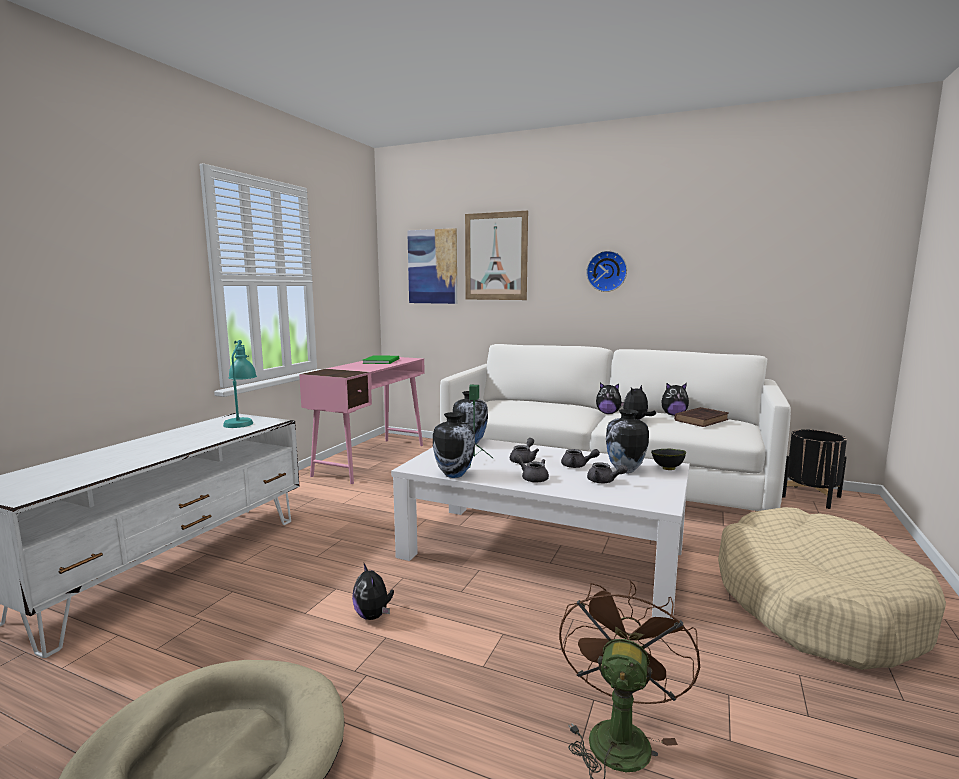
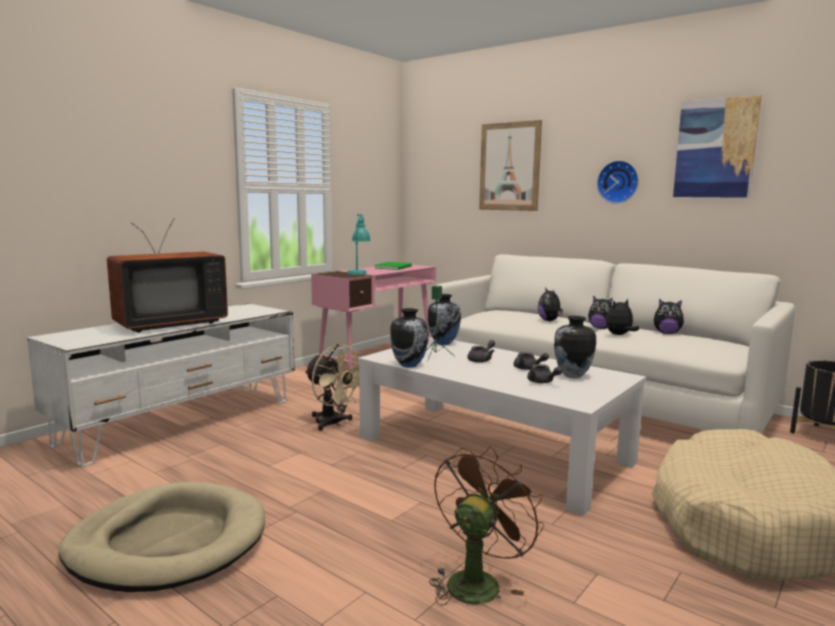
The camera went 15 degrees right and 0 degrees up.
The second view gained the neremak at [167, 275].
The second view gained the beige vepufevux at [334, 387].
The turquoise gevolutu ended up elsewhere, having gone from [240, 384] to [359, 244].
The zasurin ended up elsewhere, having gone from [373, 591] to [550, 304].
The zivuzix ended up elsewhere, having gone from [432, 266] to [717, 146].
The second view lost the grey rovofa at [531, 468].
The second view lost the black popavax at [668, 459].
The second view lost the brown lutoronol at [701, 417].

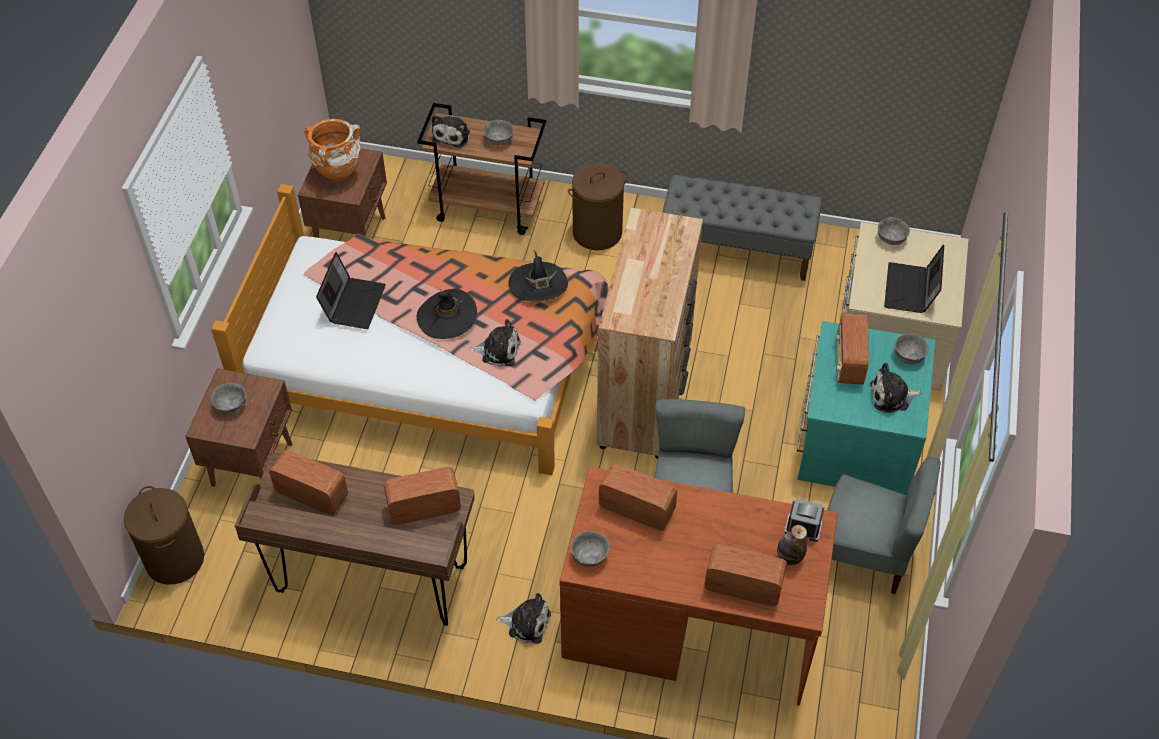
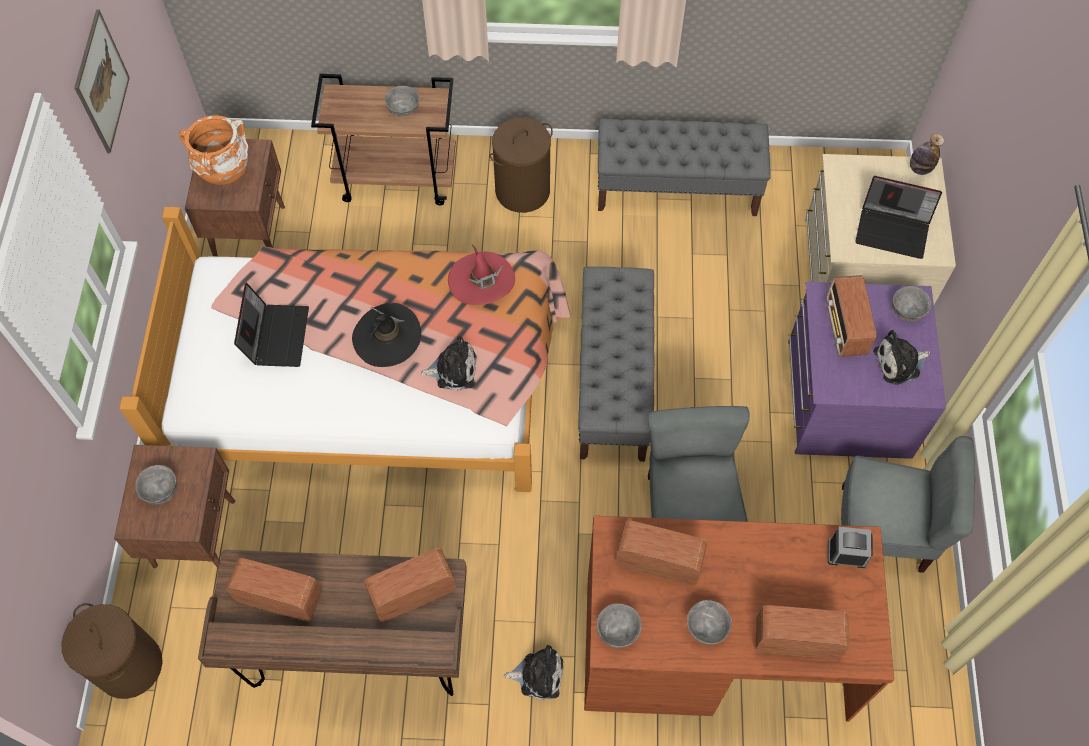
The camera went 10 degrees left and 10 degrees up.
The second view gained the zivuzix at [102, 81].
What was the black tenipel at [538, 276] turned into the red tenipel at [481, 275].
Where the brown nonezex stood at [650, 333], the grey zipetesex came to stand at [616, 364].
The grey popavax ended up elsewhere, having gone from [894, 231] to [709, 622].
What was the turquoise nonezex at [866, 408] turned into the purple nonezex at [867, 370].
The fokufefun at [914, 278] ended up facing another way, 75 degrees counterclockwise from before.
The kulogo ended up elsewhere, having gone from [792, 545] to [927, 154].
The second view lost the zasurin at [451, 131].

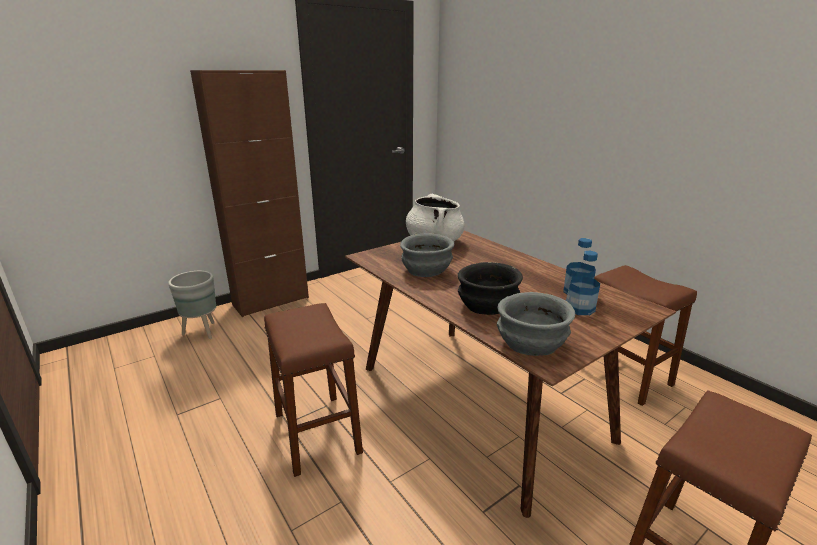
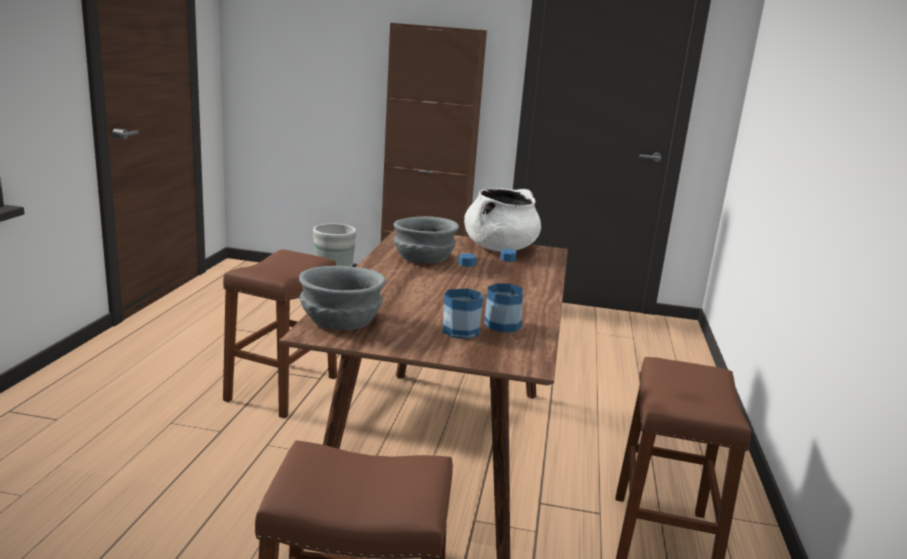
The camera went 45 degrees right and 5 degrees down.
The second view lost the black popavax at [490, 288].

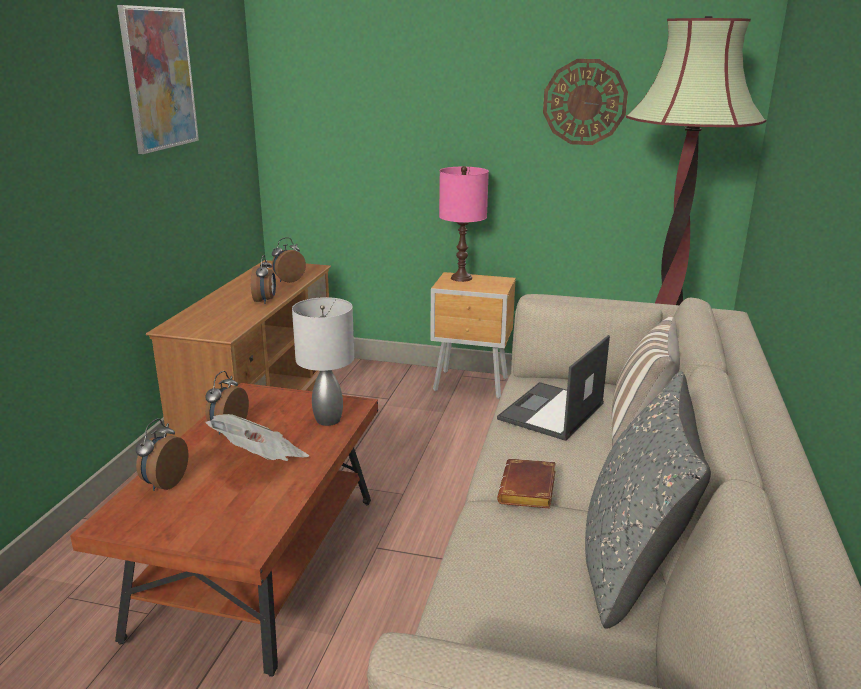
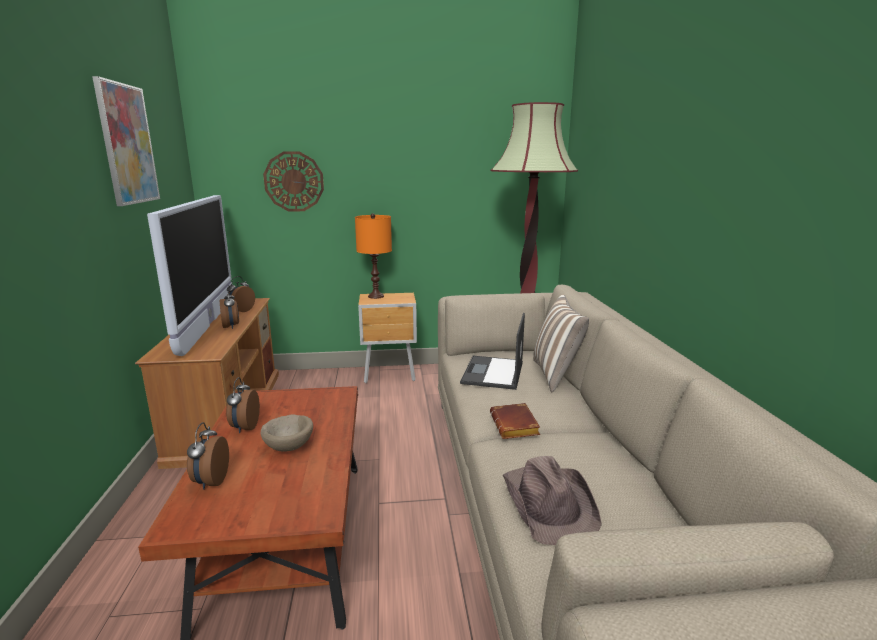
The camera went 20 degrees left and 5 degrees down.
The second view gained the neremak at [189, 275].
Where the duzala stood at [257, 437], the beige popavax came to stand at [287, 433].
The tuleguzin ended up elsewhere, having gone from [585, 102] to [293, 181].
What was the pink gevolutu at [464, 224] turned into the orange gevolutu at [373, 256].
The second view gained the brown tenipel at [552, 500].
The second view lost the grey gevolutu at [323, 361].
The second view lost the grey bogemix at [648, 500].

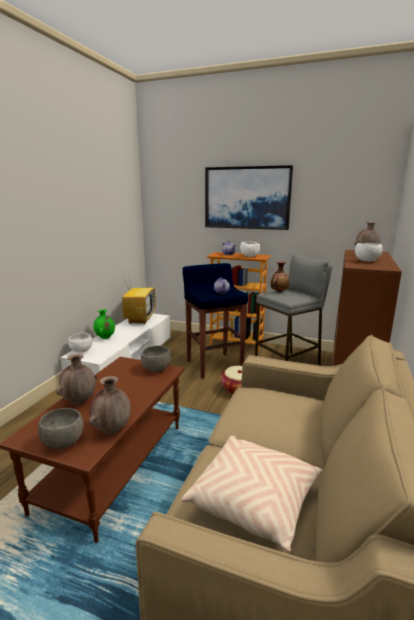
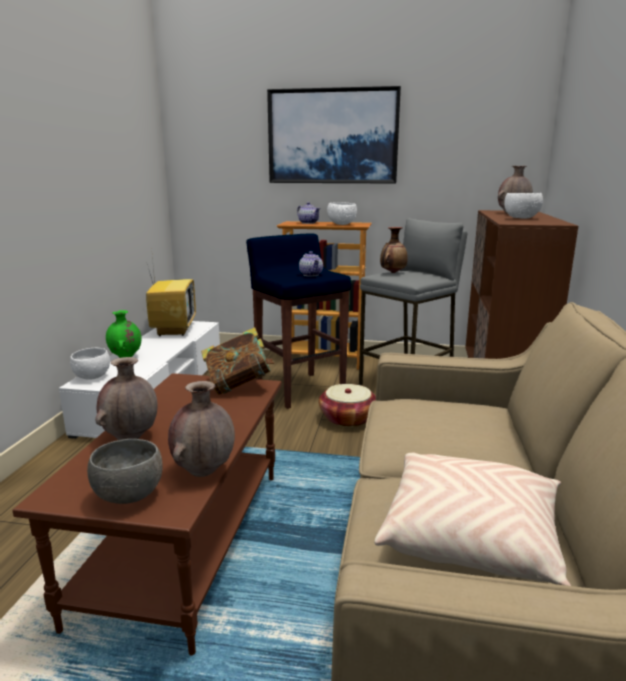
The camera went 10 degrees left and 0 degrees up.
Where the grey popavax stood at [156, 359], the lutoronol came to stand at [238, 361].

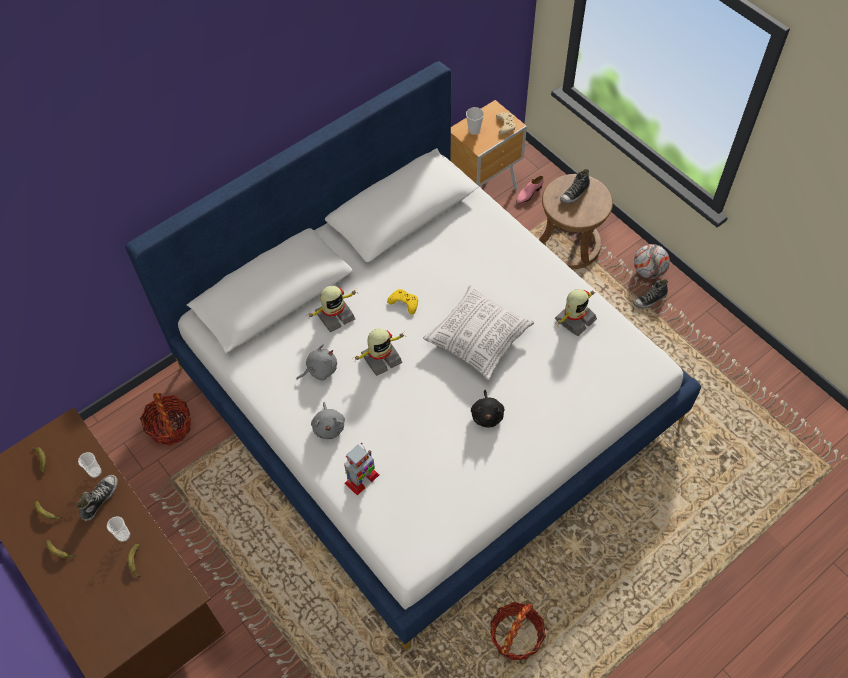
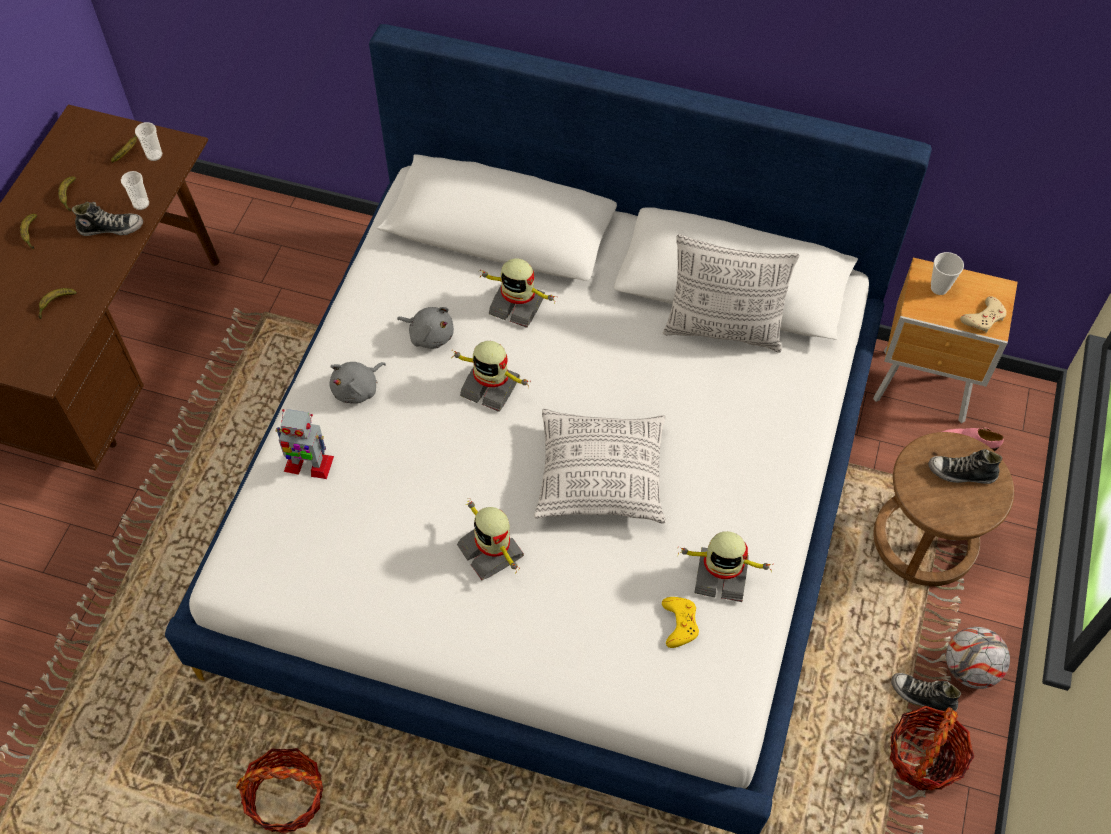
The camera went 55 degrees right and 0 degrees up.
The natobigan ended up elsewhere, having gone from [118, 529] to [148, 141].
Where the black zasurin stood at [488, 409], the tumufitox came to stand at [490, 539].
The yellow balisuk ended up elsewhere, having gone from [402, 302] to [680, 622].
The second view gained the bogemix at [731, 293].
The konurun ended up elsewhere, having gone from [165, 419] to [932, 748].

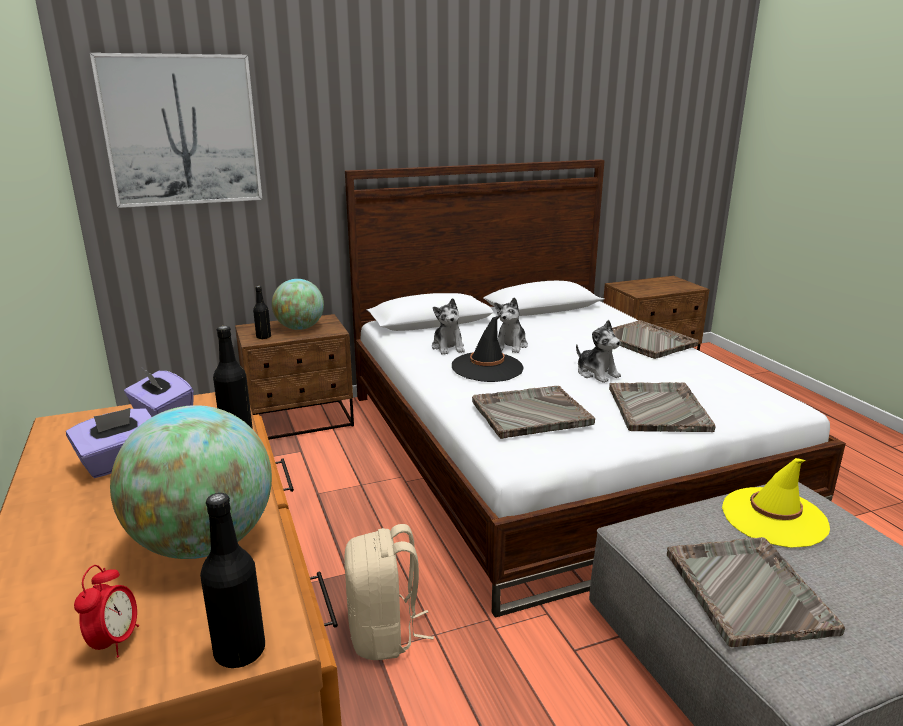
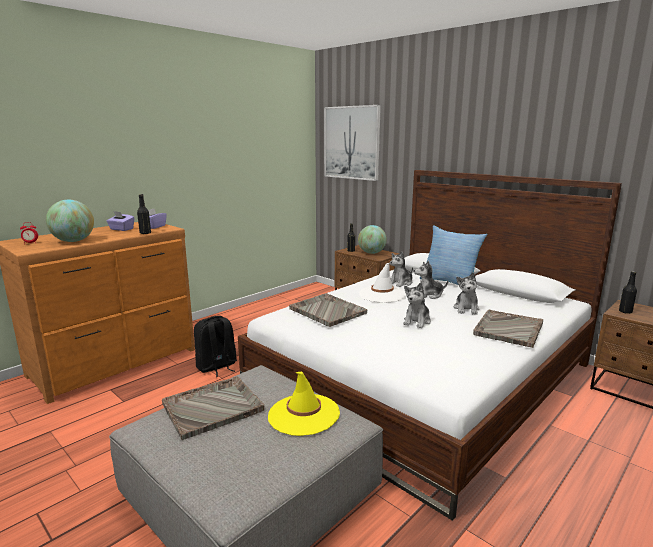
The camera went 65 degrees right and 5 degrees down.
What was the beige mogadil at [389, 592] turned into the black mogadil at [215, 346].
What was the black tenipel at [488, 348] turned into the white tenipel at [382, 283].
The second view gained the bogemix at [453, 255].
The second view gained the zasurin at [467, 293].
The black kulogo ended up elsewhere, having gone from [232, 580] to [628, 292].
The second view lost the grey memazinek at [662, 407].

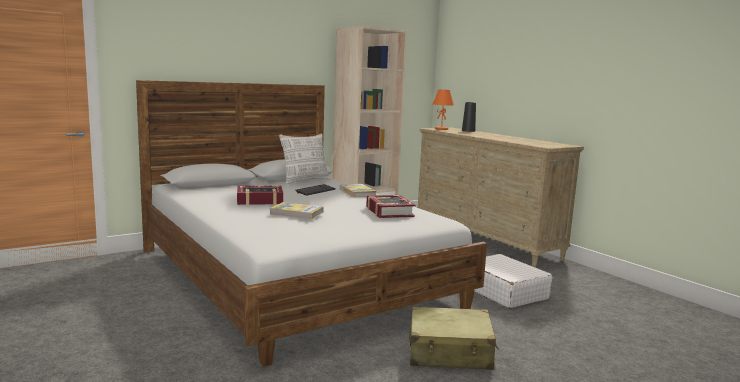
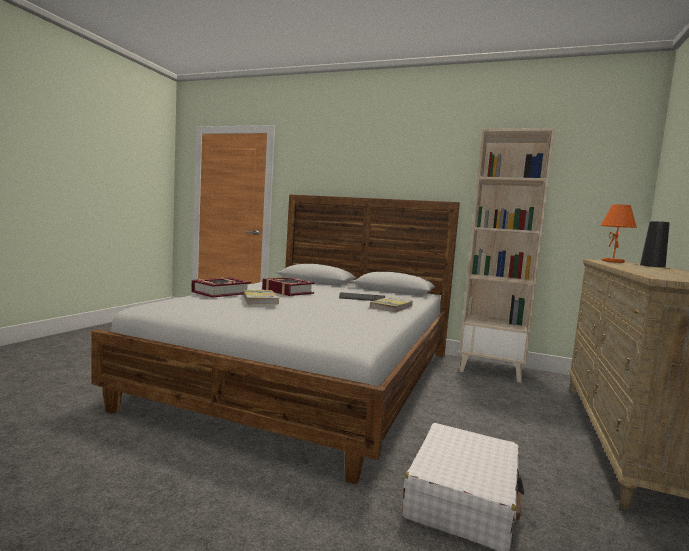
The camera went 55 degrees right and 5 degrees down.
The lutoronol ended up elsewhere, having gone from [390, 206] to [221, 287].
The second view lost the bogemix at [304, 159].
The second view lost the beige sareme at [454, 338].

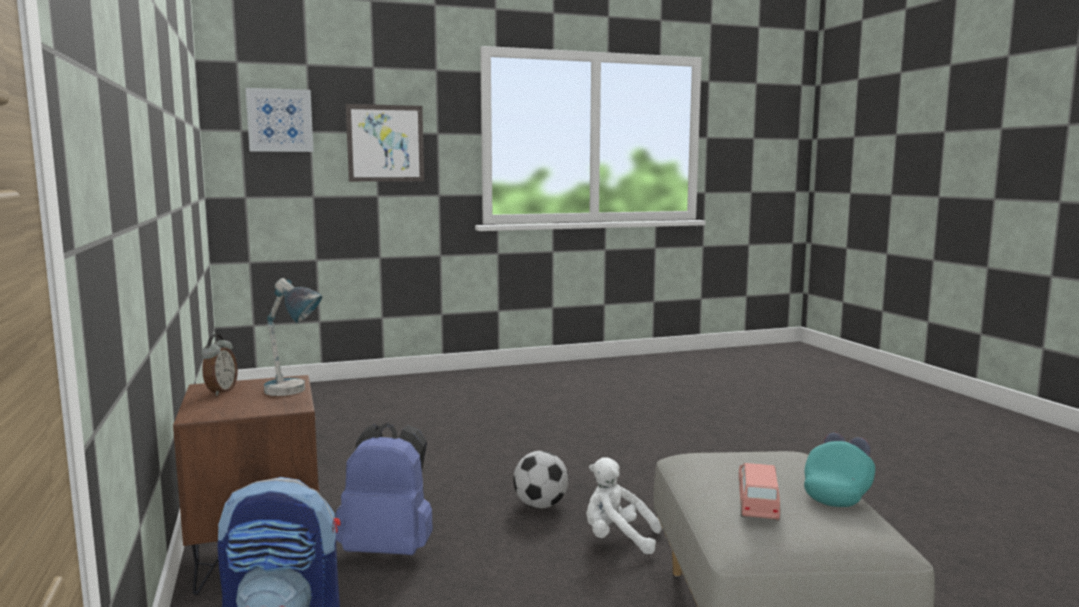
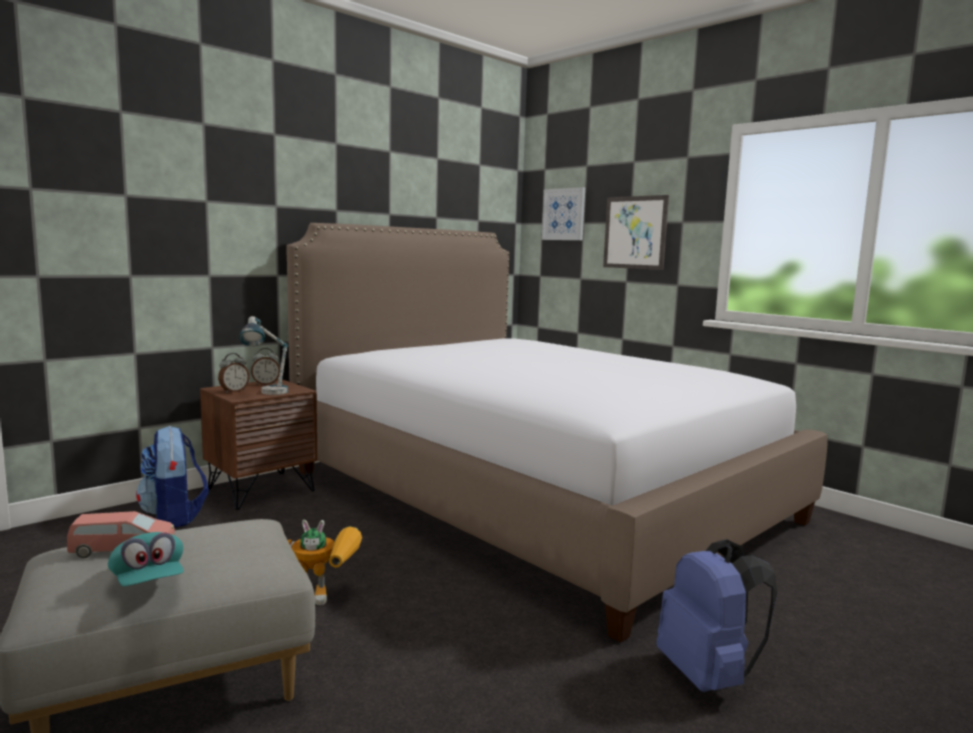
The camera went 65 degrees right and 0 degrees up.
The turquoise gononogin at [839, 470] ended up facing another way, 45 degrees clockwise from before.
The second view gained the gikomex at [234, 373].
The second view gained the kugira at [557, 433].
Where the white zasurin stood at [624, 505], the tumufitox came to stand at [325, 562].
The blue mogadil ended up elsewhere, having gone from [384, 489] to [717, 615].
The second view lost the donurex at [540, 479].

